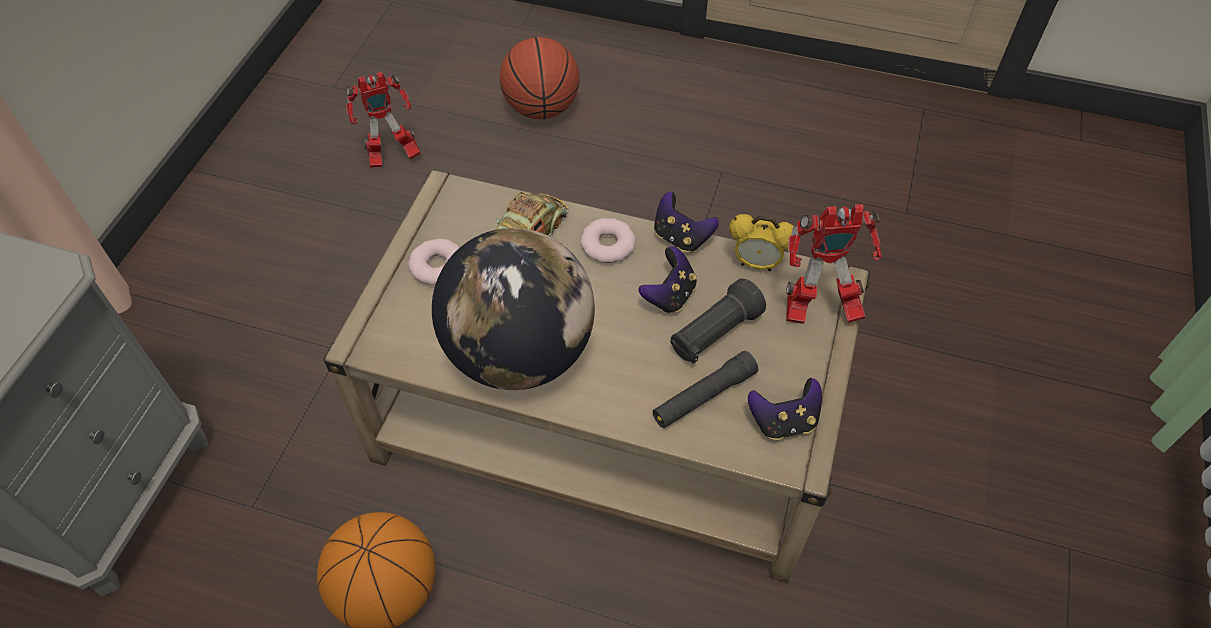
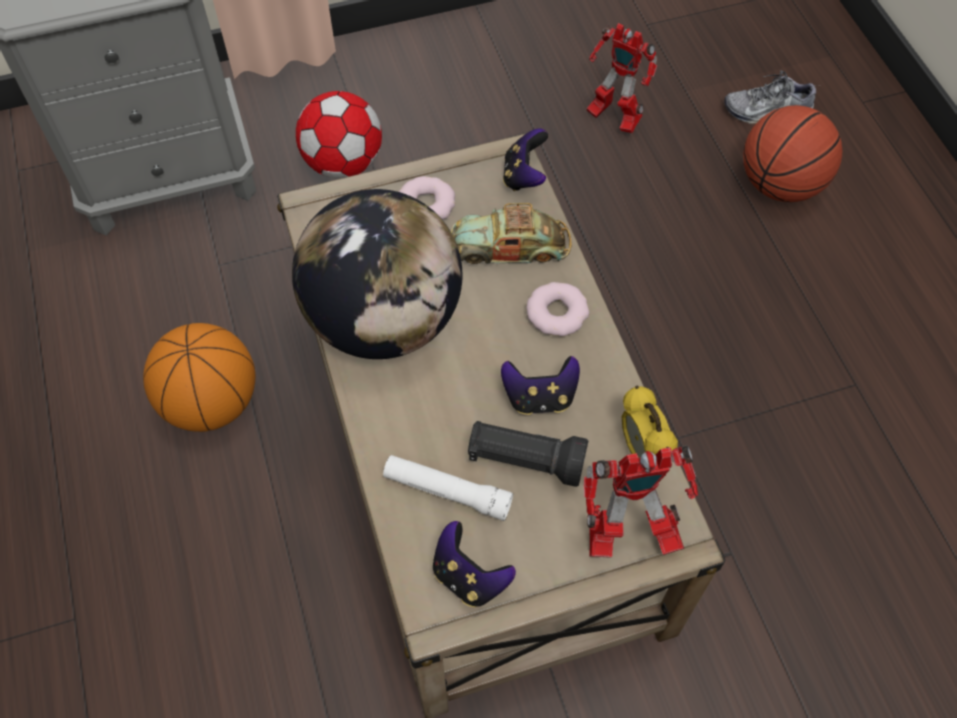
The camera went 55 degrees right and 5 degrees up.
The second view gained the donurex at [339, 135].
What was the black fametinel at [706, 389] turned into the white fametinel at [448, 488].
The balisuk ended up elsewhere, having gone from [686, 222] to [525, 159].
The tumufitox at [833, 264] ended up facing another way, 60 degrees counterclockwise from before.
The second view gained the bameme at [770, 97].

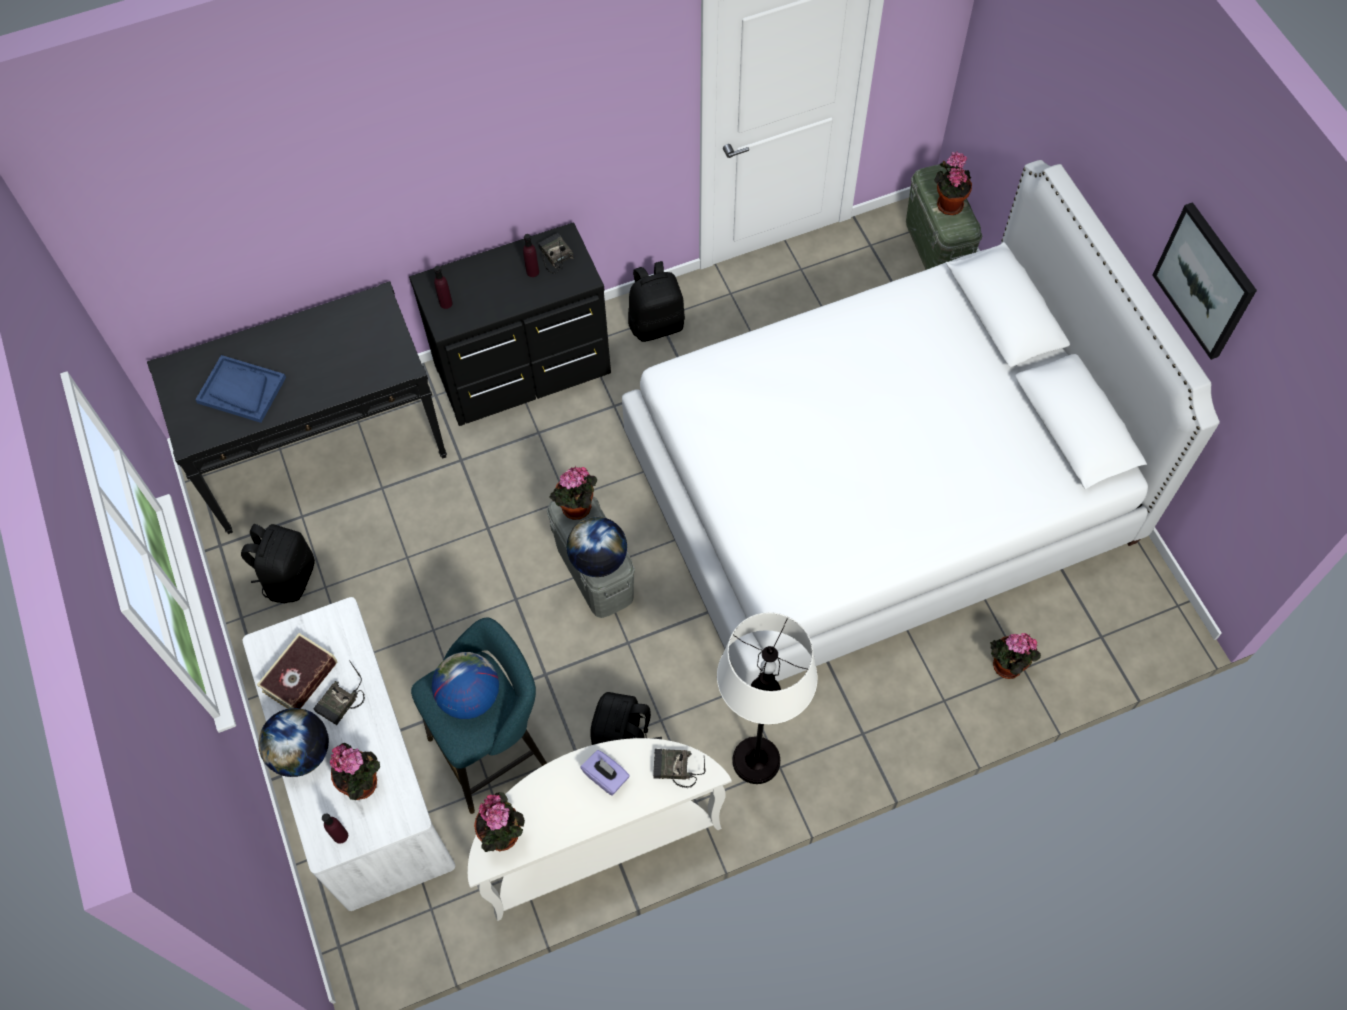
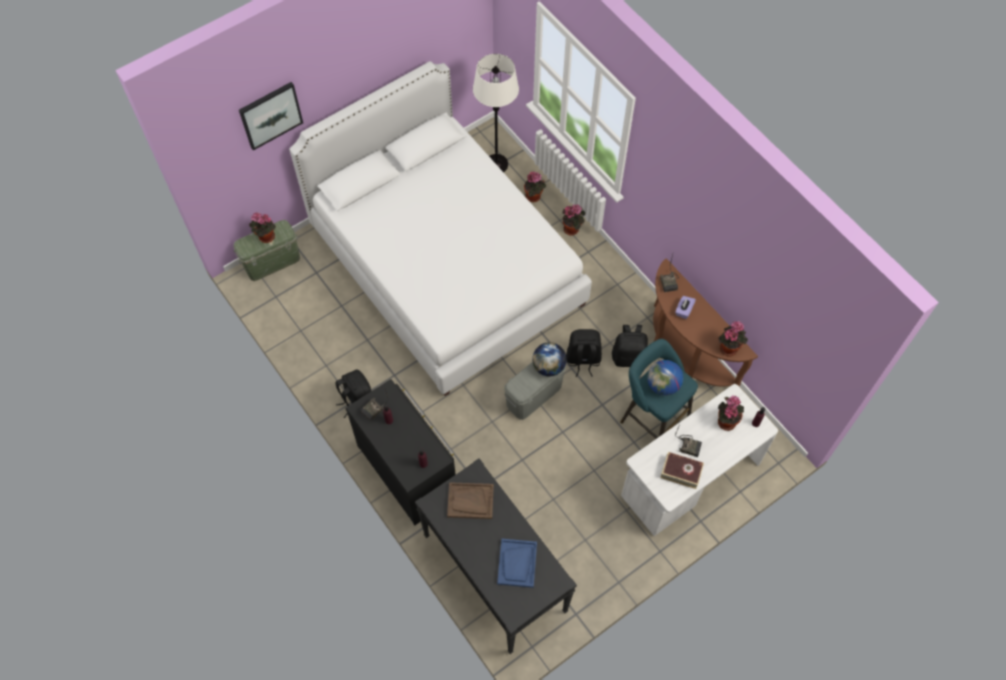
The camera went 105 degrees left and 0 degrees up.
The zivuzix ended up elsewhere, having gone from [1204, 281] to [271, 116].
The second view gained the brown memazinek at [470, 500].
The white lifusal ended up elsewhere, having gone from [767, 698] to [496, 113].
The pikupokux ended up elsewhere, having gone from [573, 493] to [573, 220].
The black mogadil ended up elsewhere, having gone from [278, 563] to [584, 353].
What was the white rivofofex at [600, 829] turned into the brown rivofofex at [705, 322].
The second view lost the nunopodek at [293, 742].

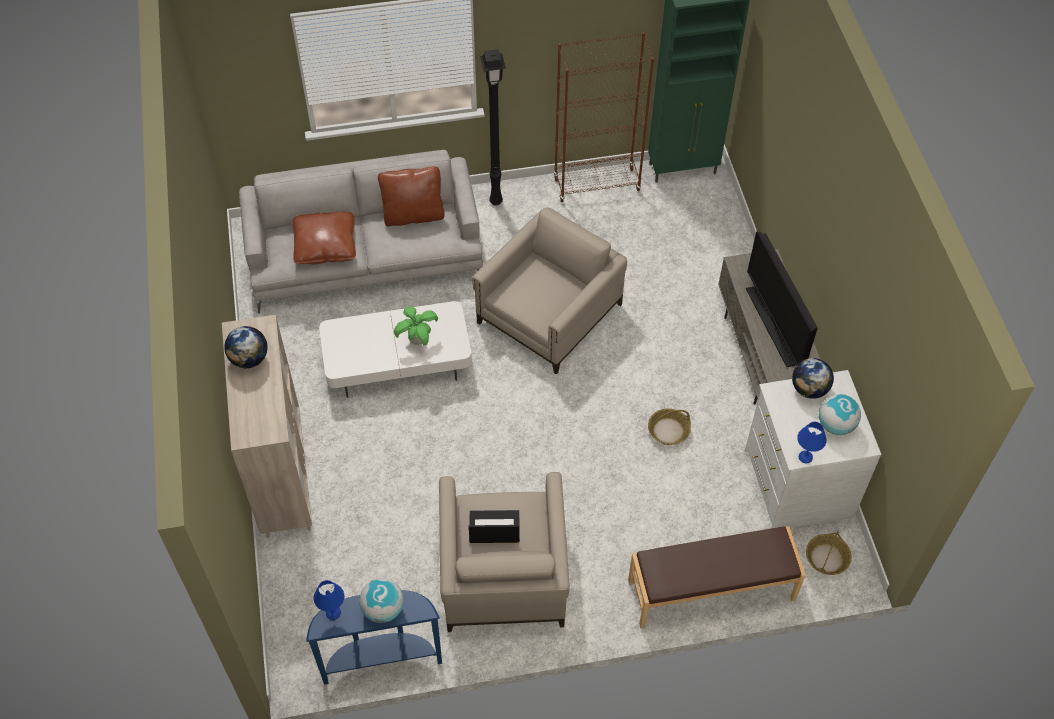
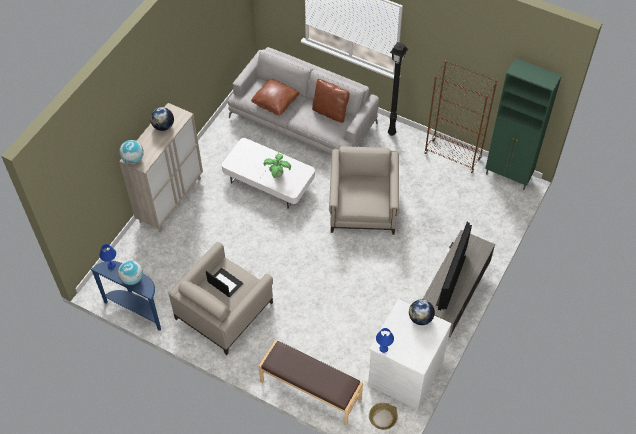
The camera went 40 degrees right and 0 degrees up.
The nunopodek ended up elsewhere, having gone from [840, 414] to [131, 152].
The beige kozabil at [549, 290] ended up facing another way, 75 degrees counterclockwise from before.
The second view lost the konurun at [669, 426].

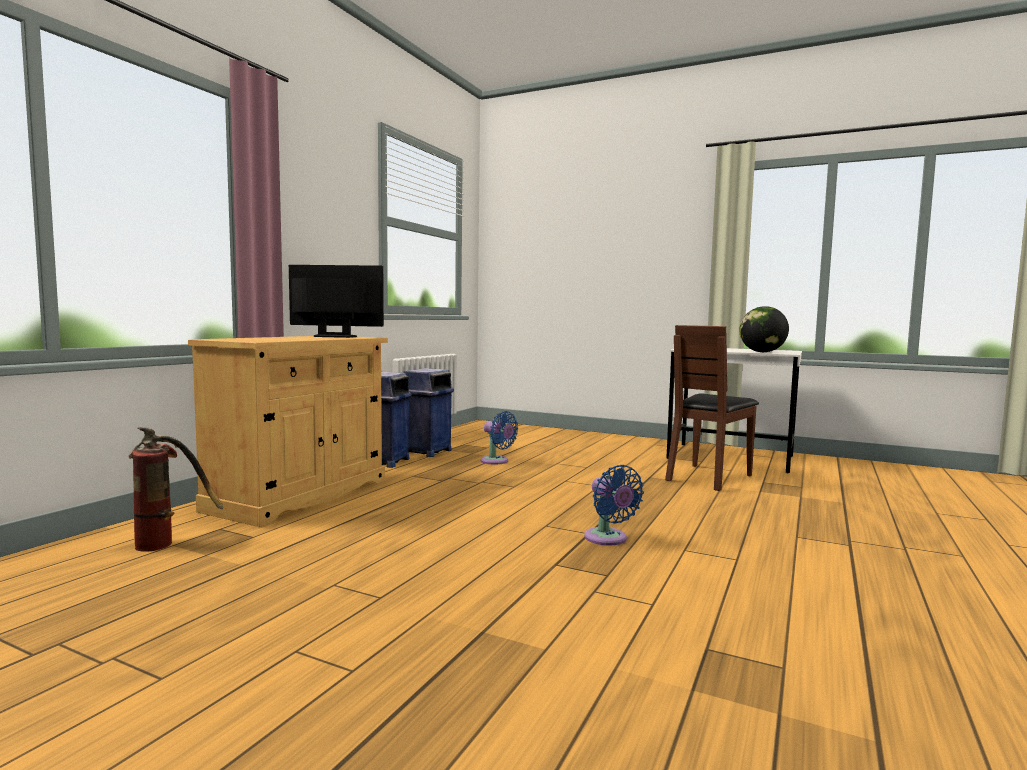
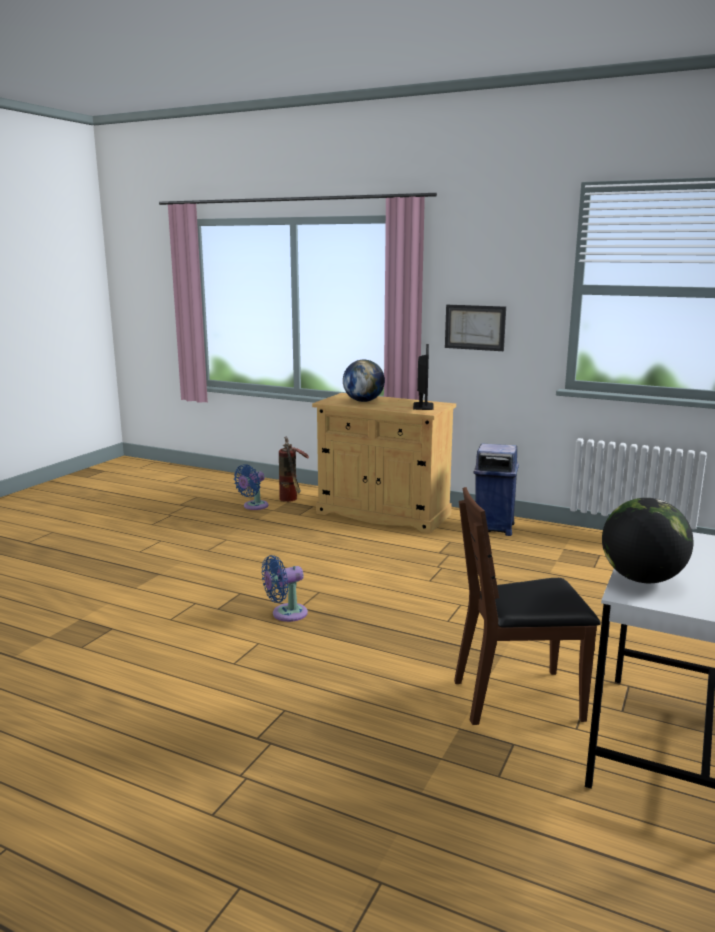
The camera went 90 degrees right and 10 degrees up.
The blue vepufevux ended up elsewhere, having gone from [499, 438] to [251, 487].
The second view gained the nunopodek at [364, 381].
The second view gained the zivuzix at [475, 328].
The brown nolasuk at [712, 408] ended up facing another way, 45 degrees counterclockwise from before.
The second view lost the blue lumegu at [428, 412].

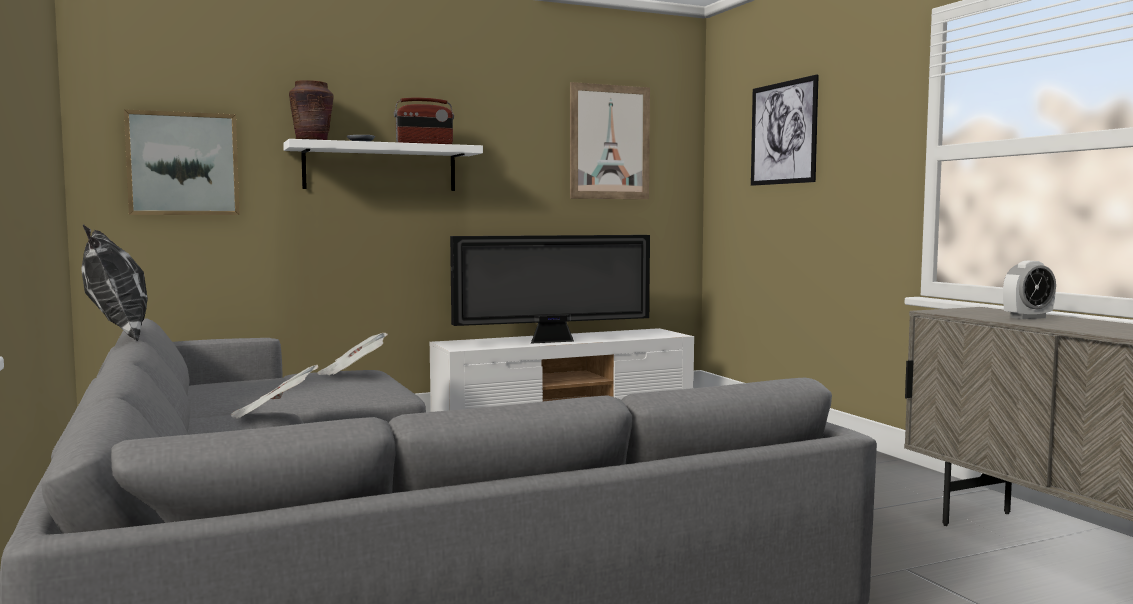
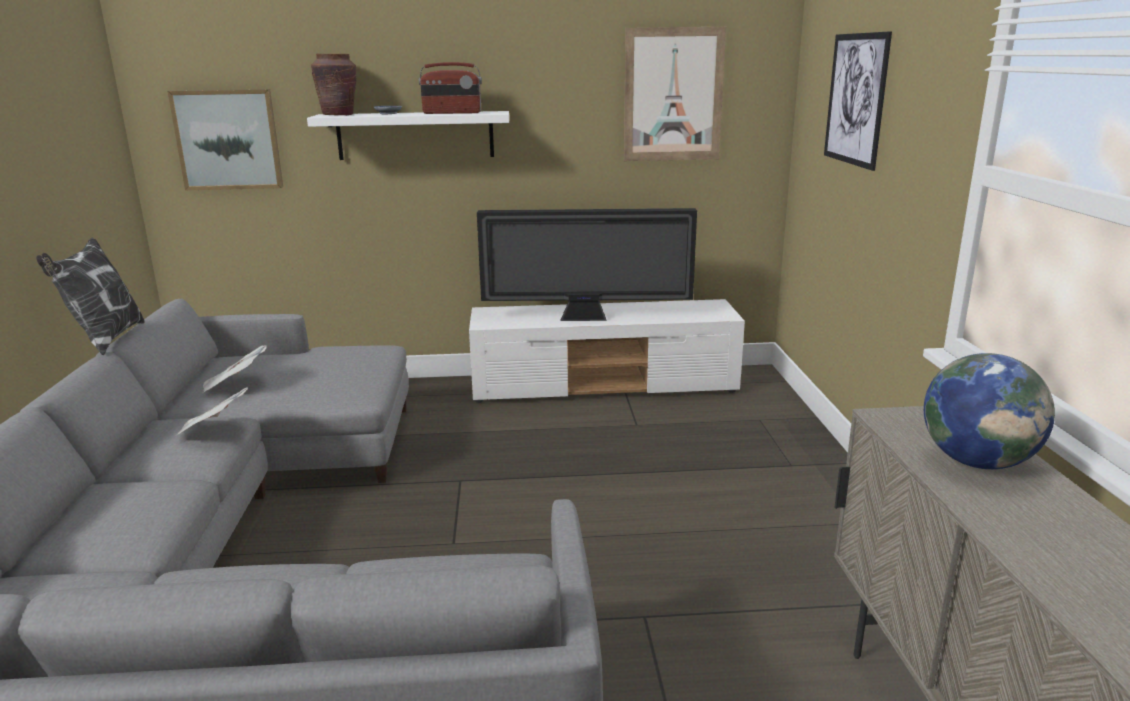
The camera went 20 degrees right and 15 degrees up.
The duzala ended up elsewhere, having gone from [352, 354] to [235, 369].
Where the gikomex stood at [1029, 290], the nunopodek came to stand at [989, 411].

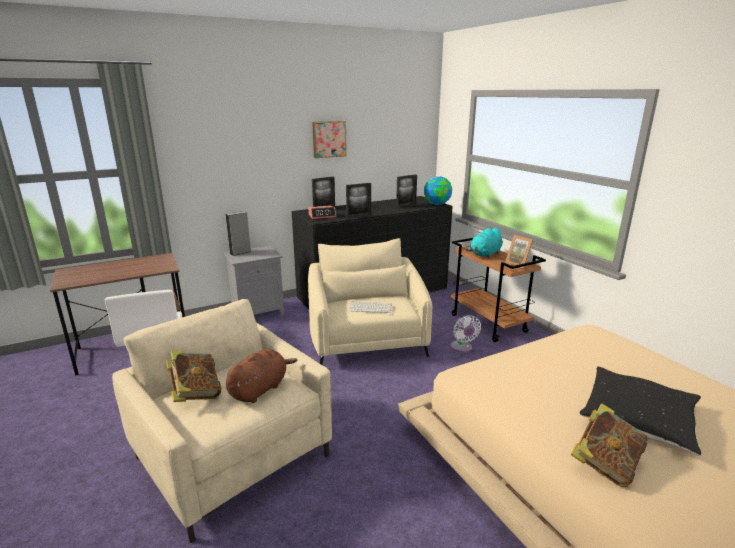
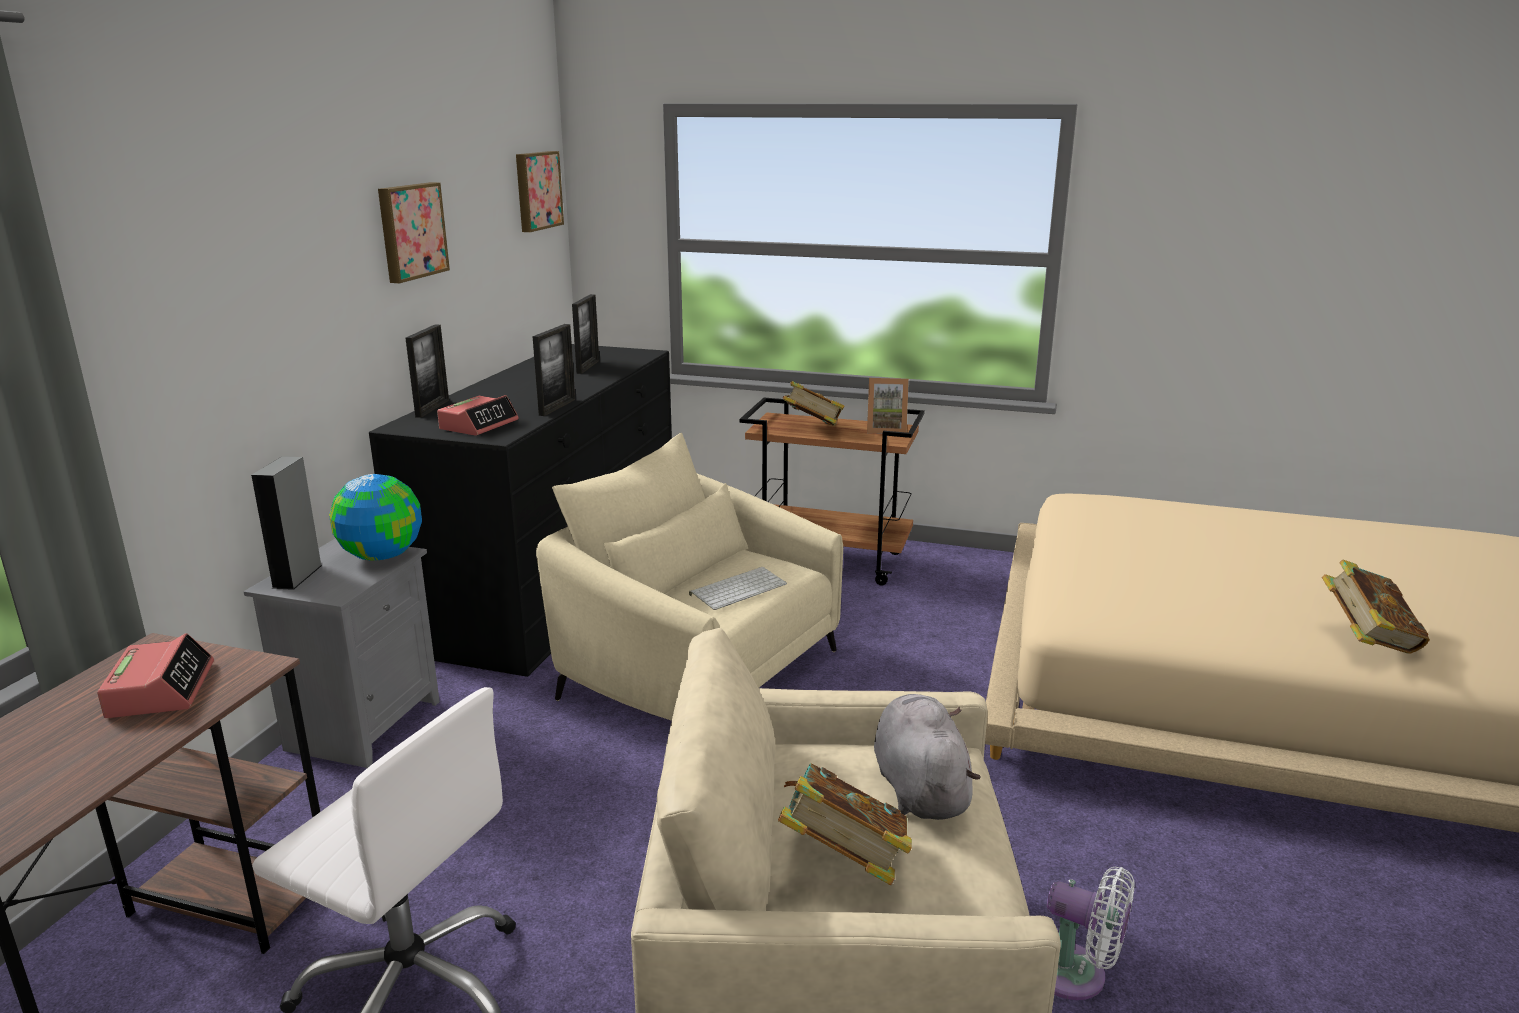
The camera went 45 degrees left and 0 degrees up.
The second view gained the gikomex at [155, 675].
The nunopodek ended up elsewhere, having gone from [438, 190] to [375, 517].
The second view gained the zivuzix at [540, 191].
Where the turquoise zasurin stood at [484, 242], the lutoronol came to stand at [813, 403].
What was the brown zasurin at [262, 376] turned into the grey zasurin at [927, 757].
The white vepufevux ended up elsewhere, having gone from [465, 333] to [1091, 933].
The second view lost the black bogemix at [640, 411].

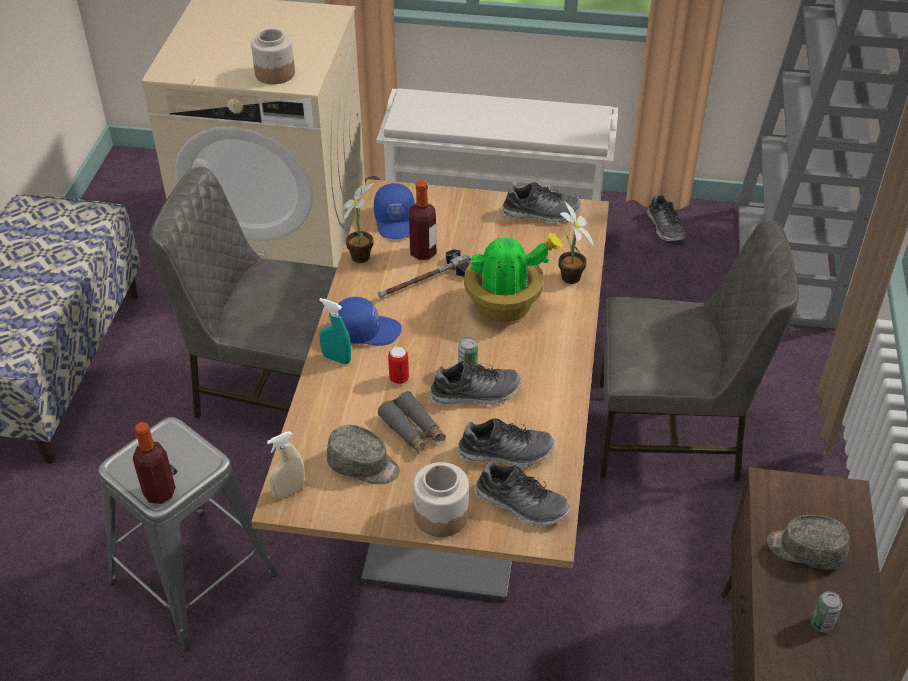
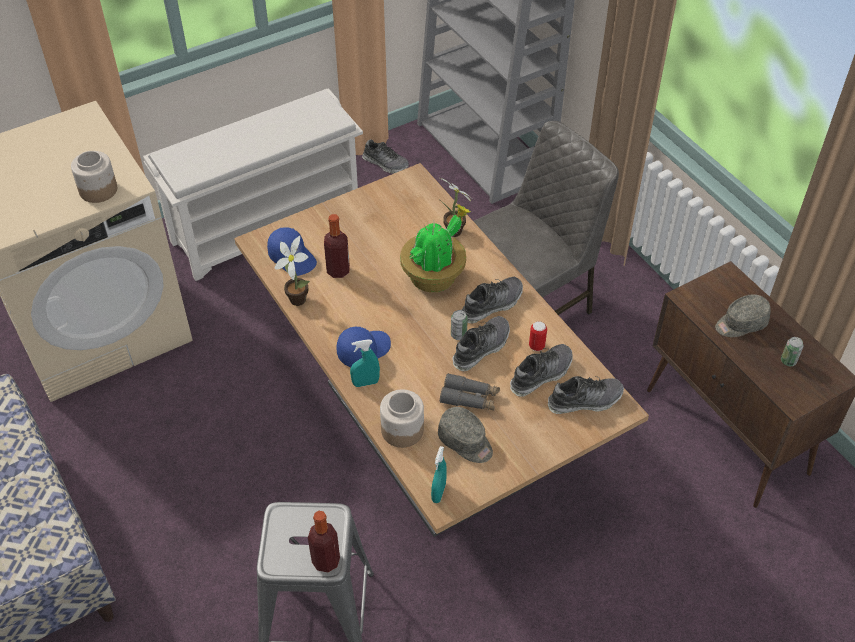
The camera went 40 degrees left and 5 degrees up.
The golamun ended up elsewhere, having gone from [441, 499] to [402, 418].
What was the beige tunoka at [286, 465] turned into the turquoise tunoka at [439, 474].
The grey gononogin at [363, 454] ended up facing another way, 60 degrees clockwise from before.
The bameme ended up elsewhere, having gone from [541, 203] to [492, 300].
The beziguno ended up elsewhere, having gone from [398, 365] to [538, 336].
The second view lost the grey nolasuk at [242, 293].
The second view lost the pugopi at [425, 274].

